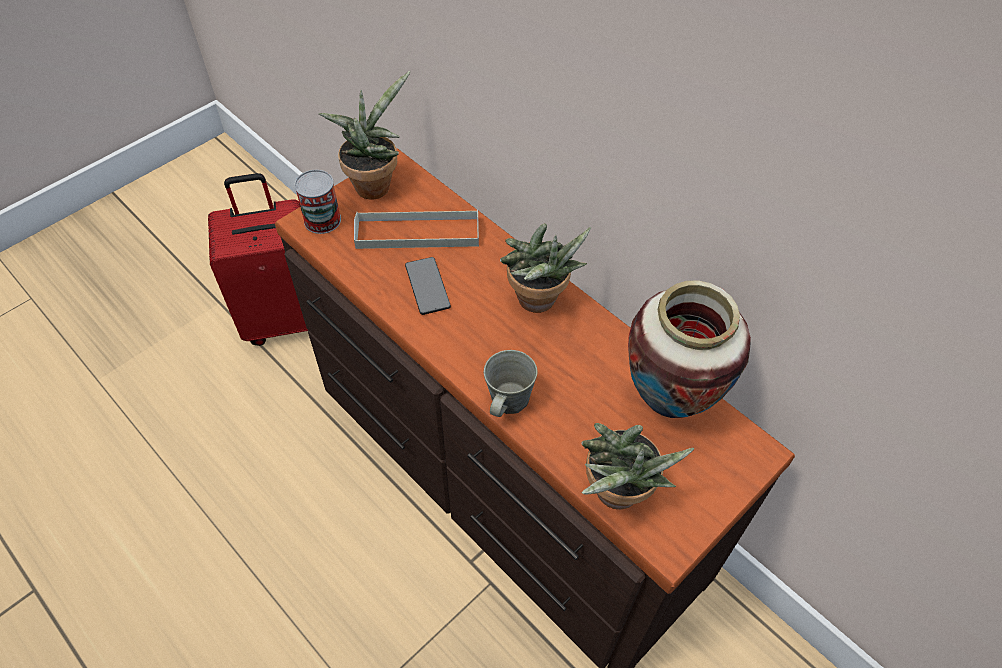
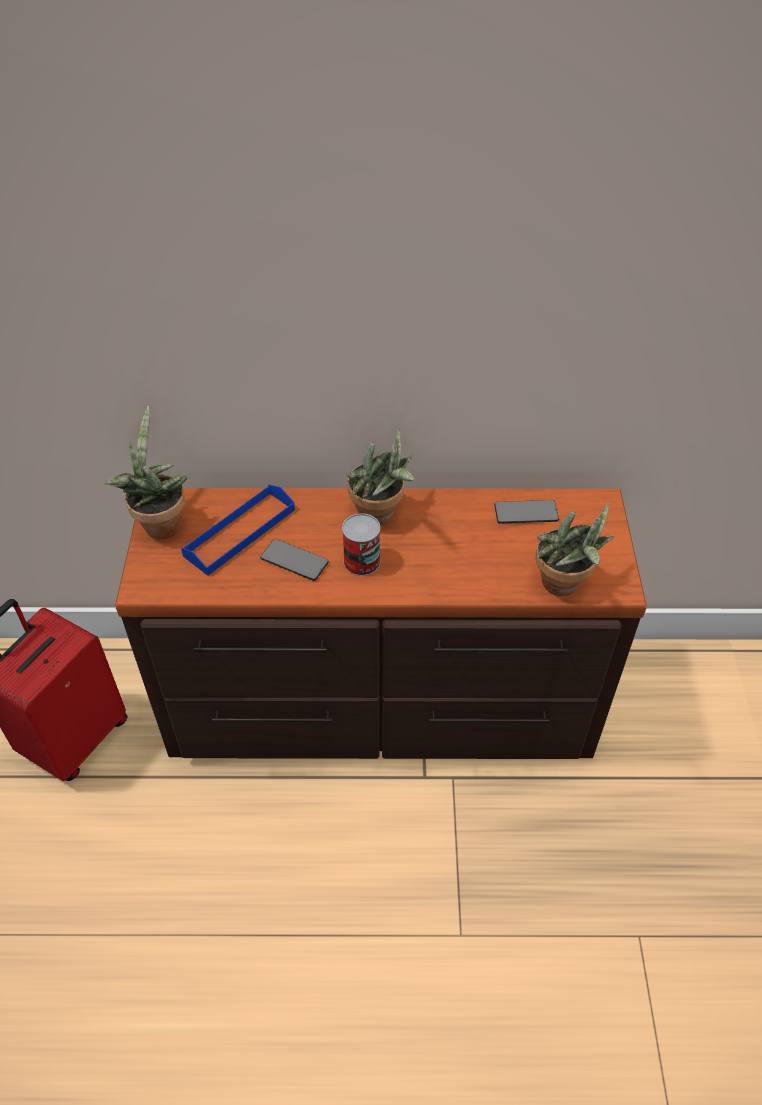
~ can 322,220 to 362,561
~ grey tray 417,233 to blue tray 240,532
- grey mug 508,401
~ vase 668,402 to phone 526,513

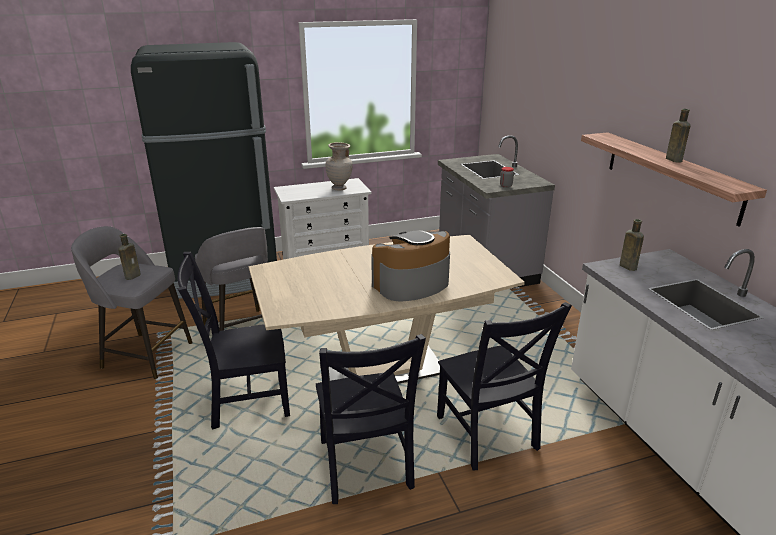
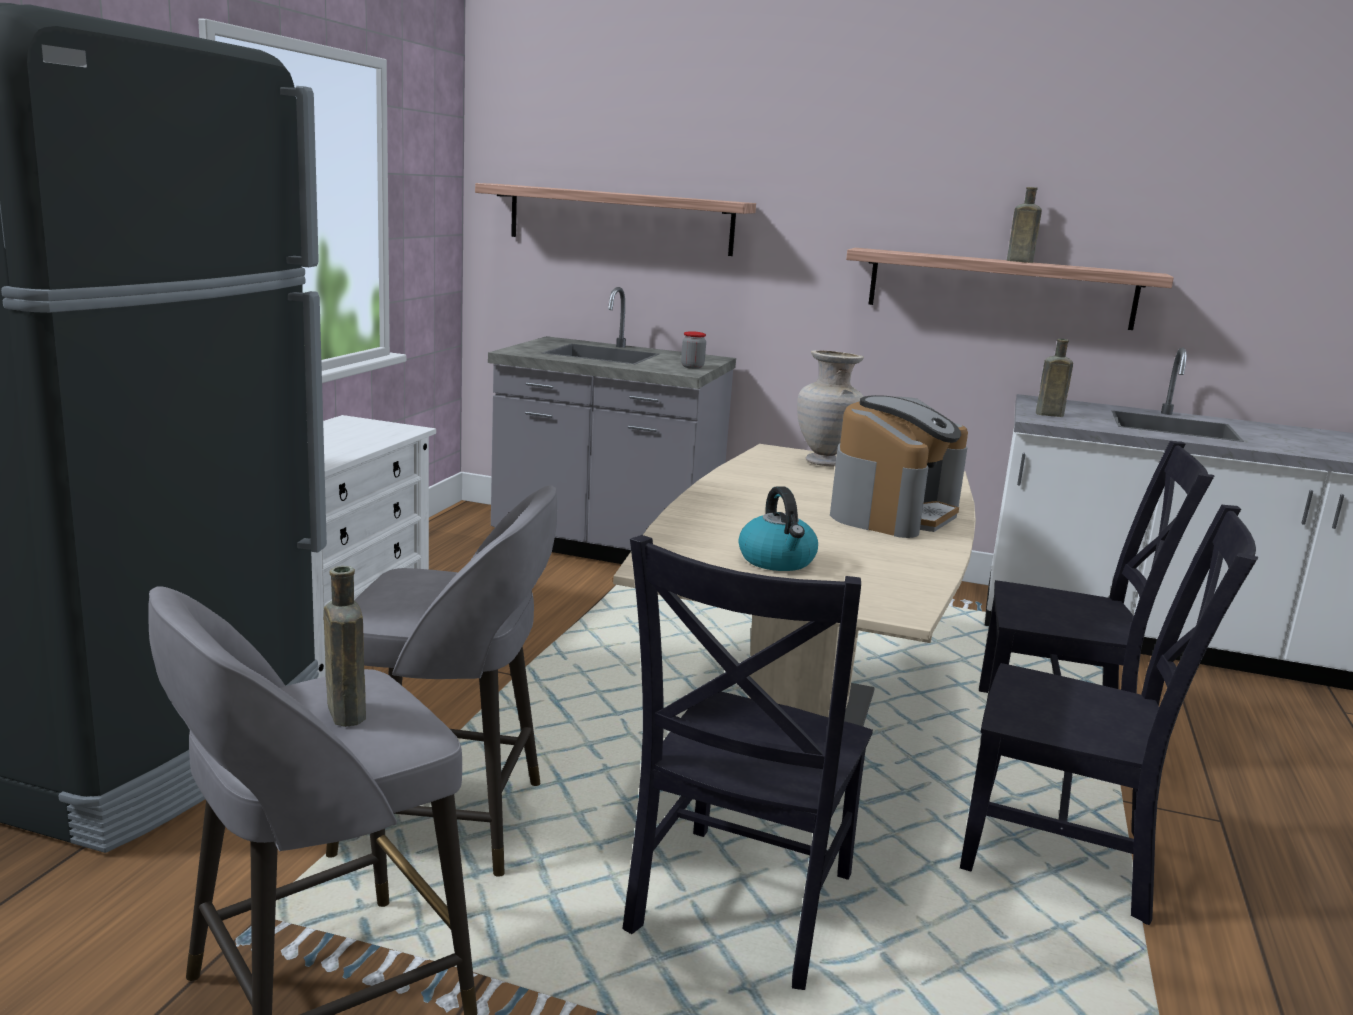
~ beige vase 339,188 to 825,463
~ coffee machine 411,284 = 893,512 150 degrees counterclockwise
+ shelf 620,219
+ kettle 777,561

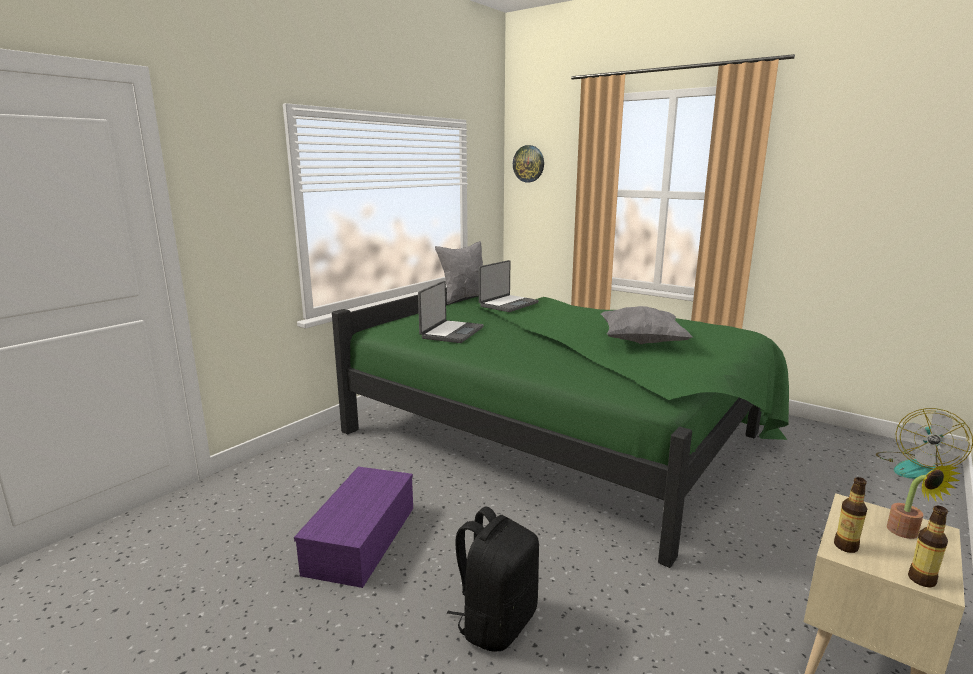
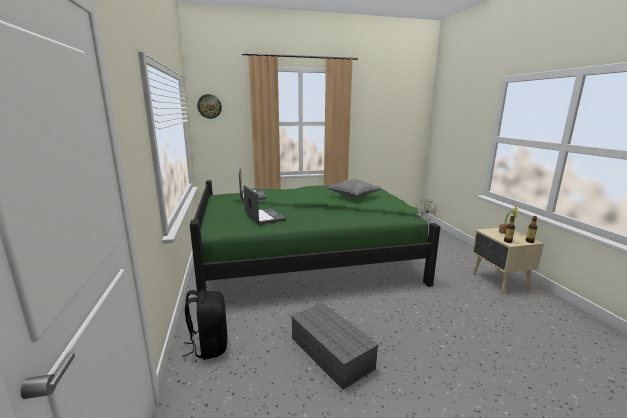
~ purple storage box 362,540 to grey storage box 332,353
- grey pillow 464,298
~ black backpack 496,621 to 209,346

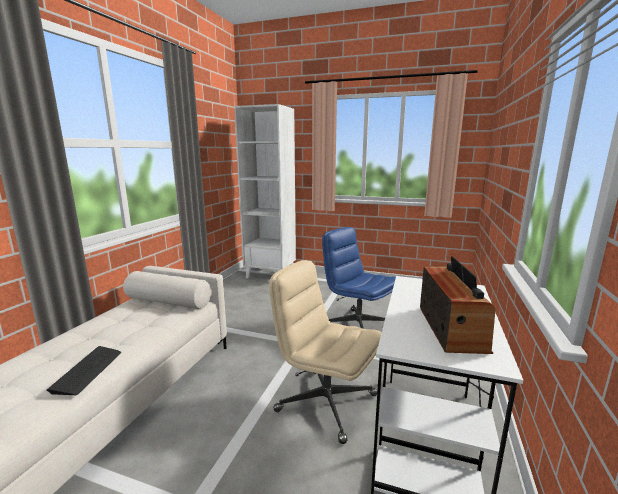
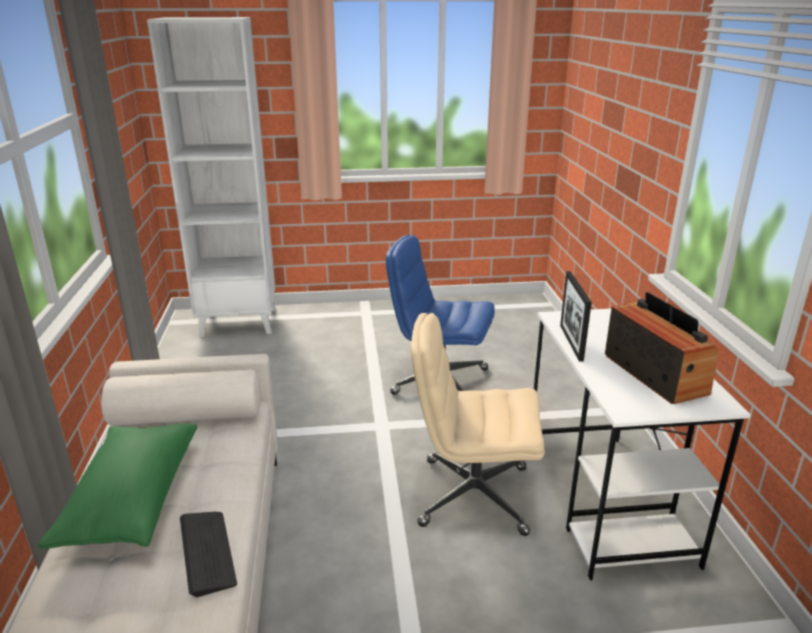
+ green pillow 132,500
+ picture frame 571,342

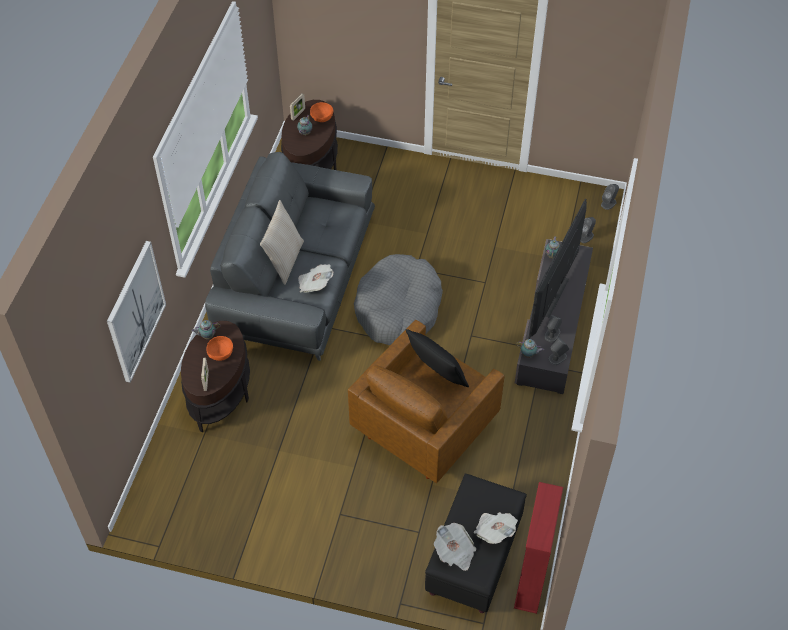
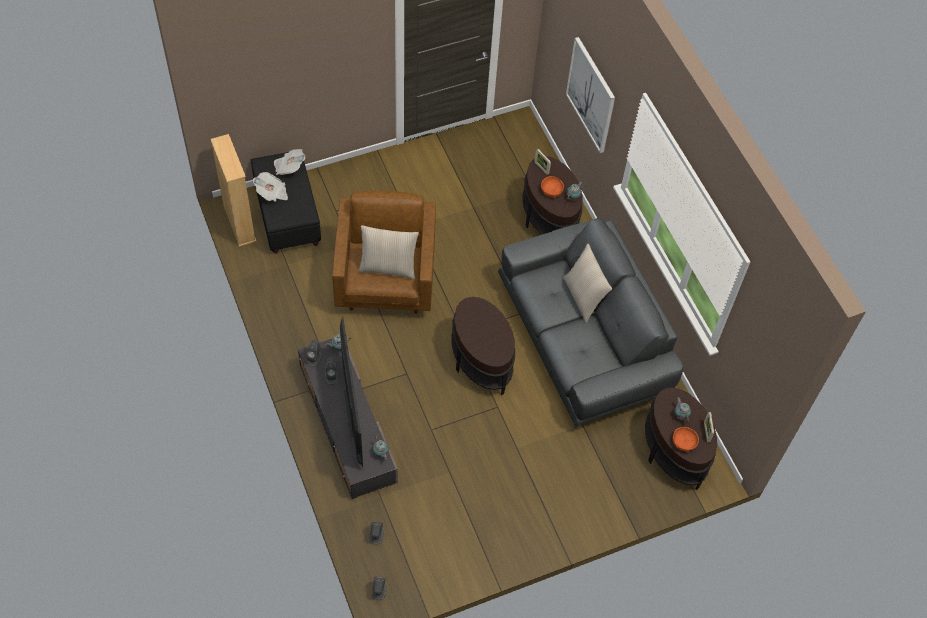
- newspaper 315,284
~ grey dog bed 398,309 to brown side table 481,361
~ black pillow 436,375 to beige pillow 388,267
~ red bookcase 531,580 to beige bookcase 239,223

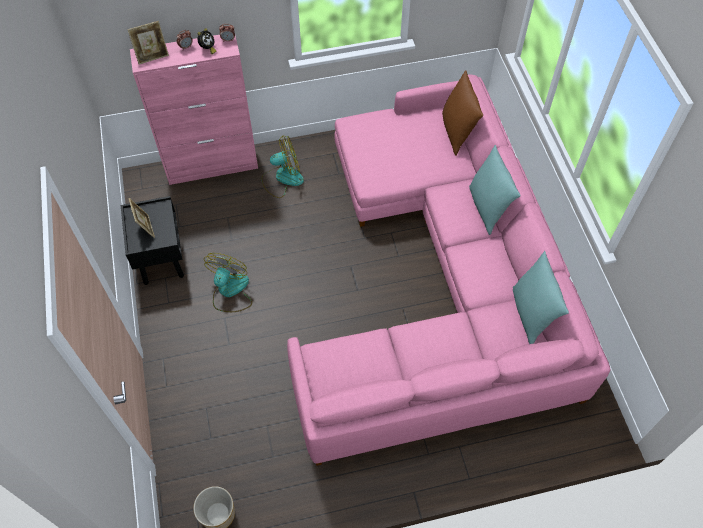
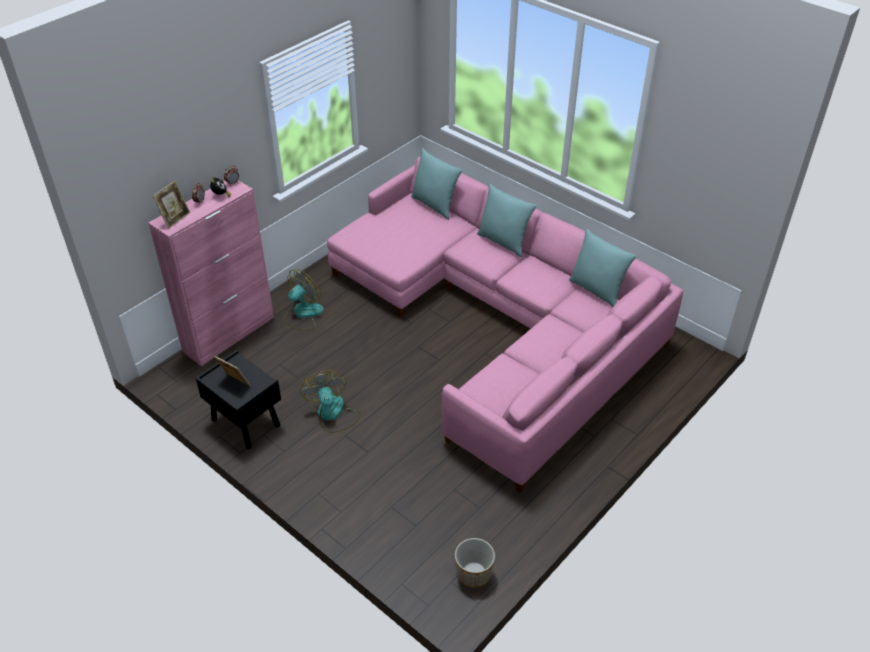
~ brown pillow 457,132 to turquoise pillow 435,205

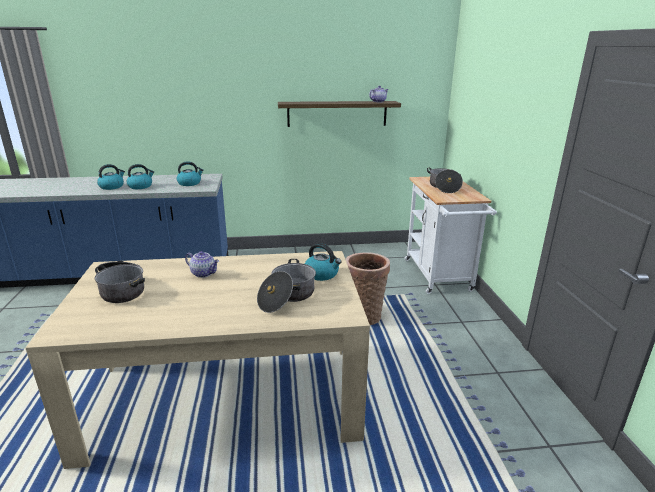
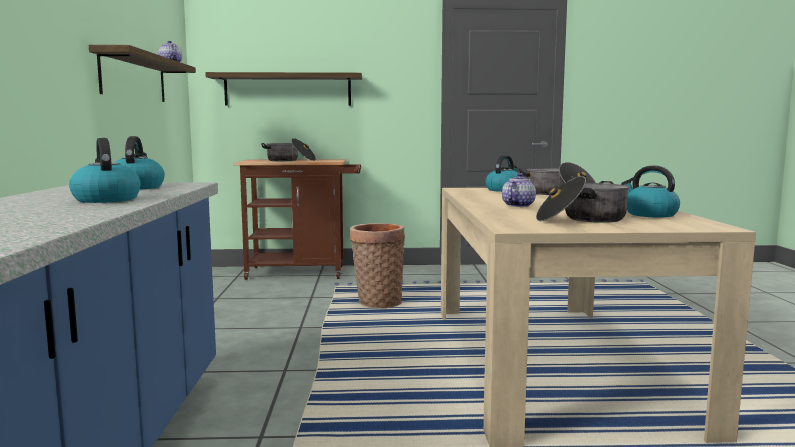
~ kettle 112,186 to 649,214
~ white cart 439,277 to brown cart 303,272
+ shelf 288,90

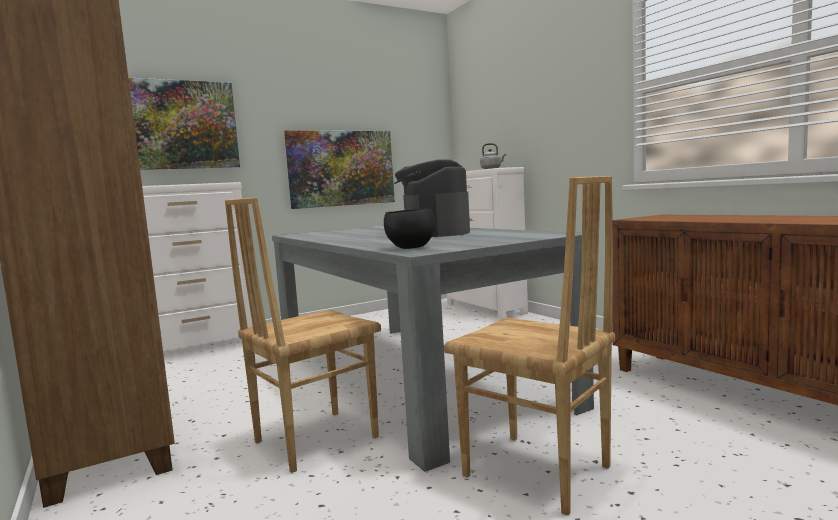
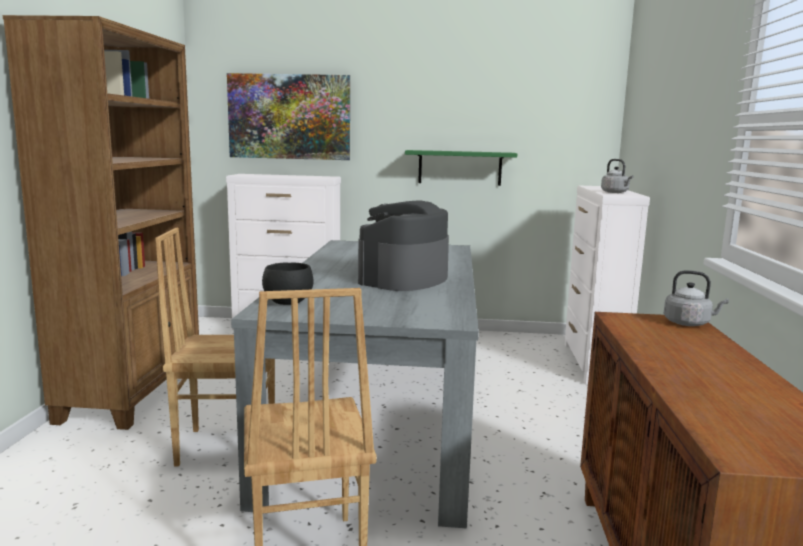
~ picture 341,168 to green shelf 460,167
+ grey kettle 689,323

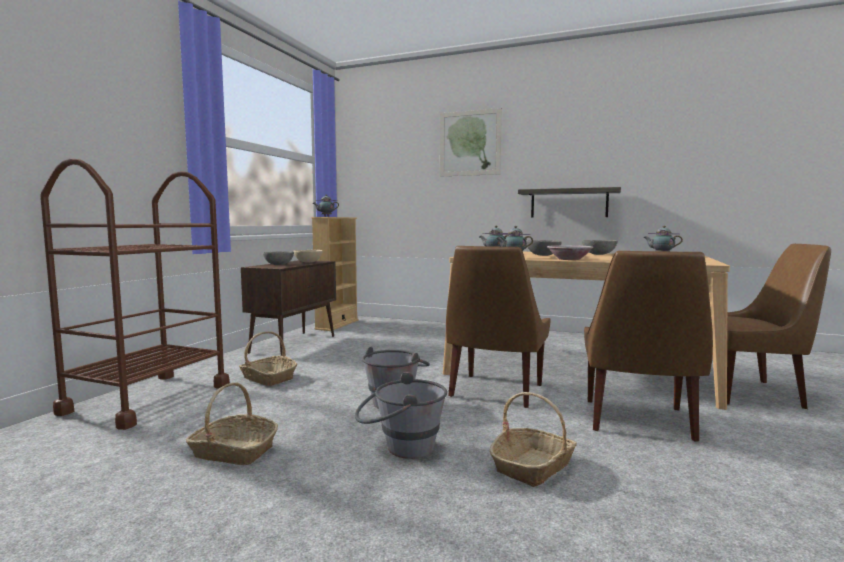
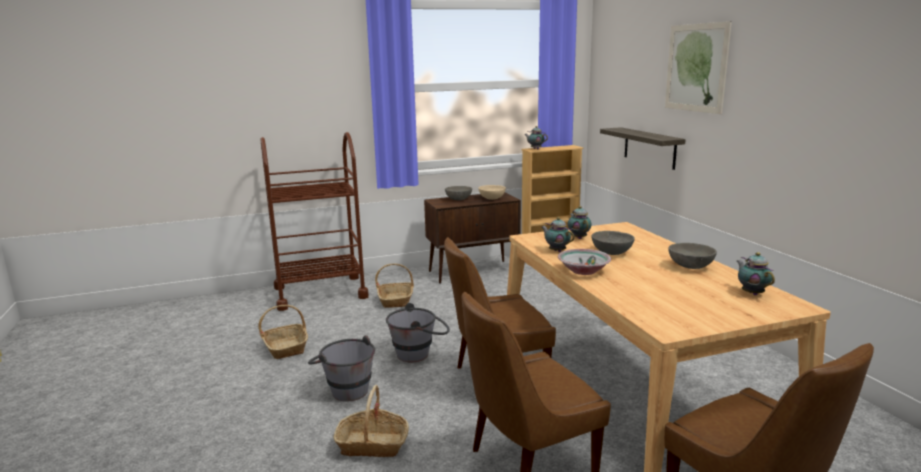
~ shelf 569,203 to 649,147

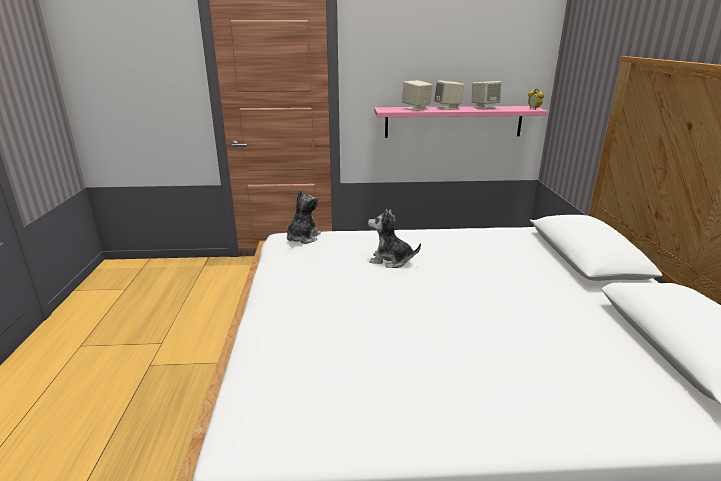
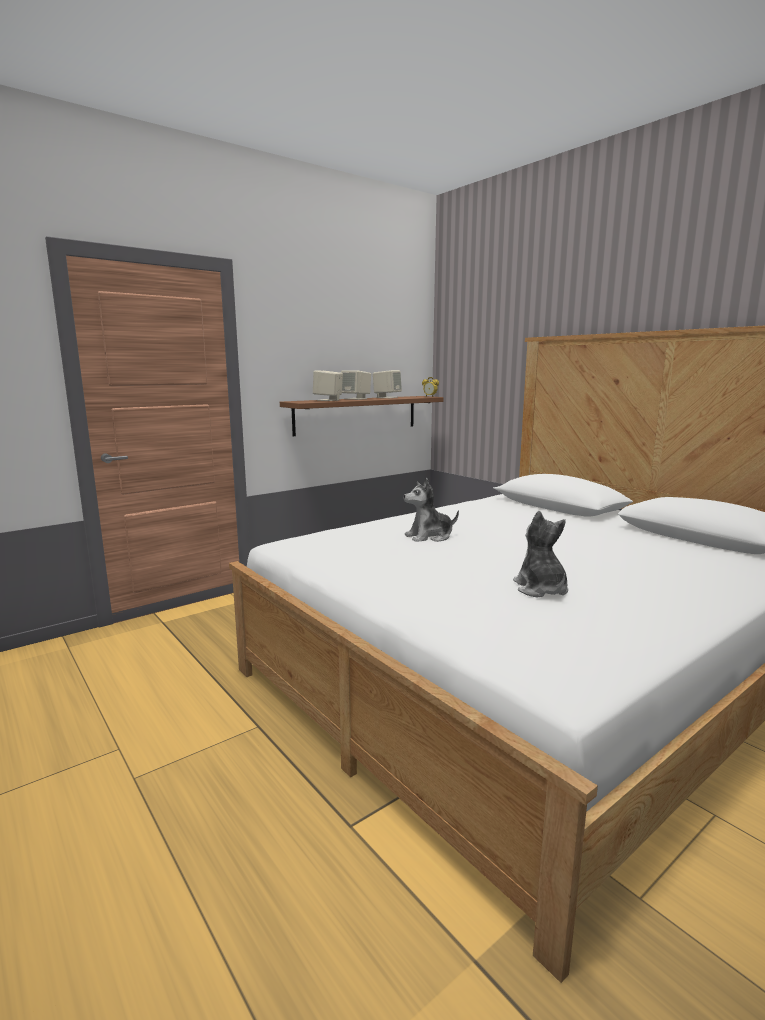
~ plush toy 302,238 to 540,589
~ pink shelf 453,121 to brown shelf 357,414

